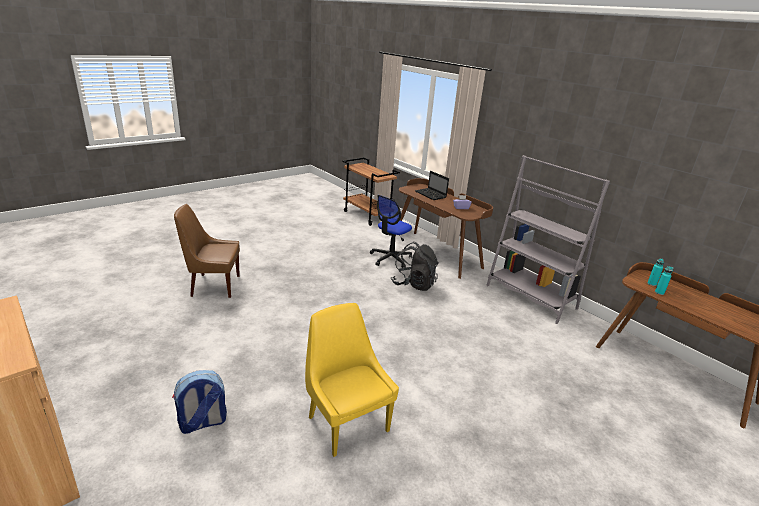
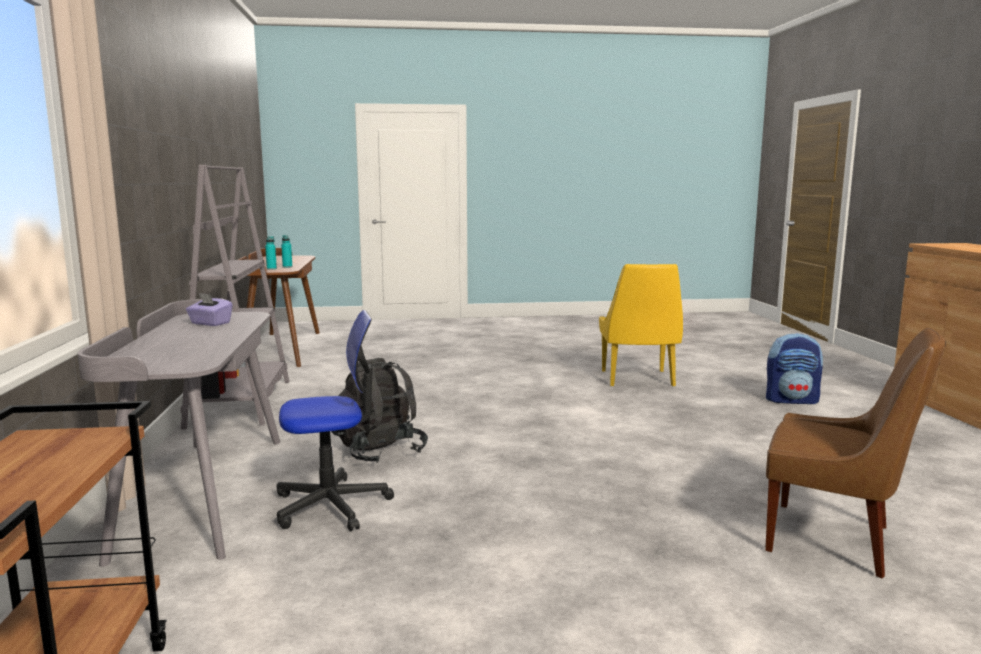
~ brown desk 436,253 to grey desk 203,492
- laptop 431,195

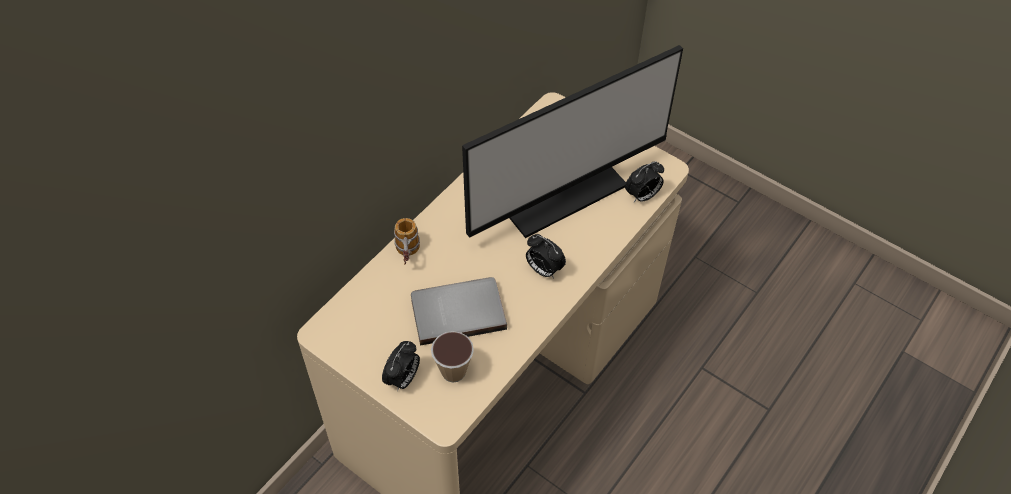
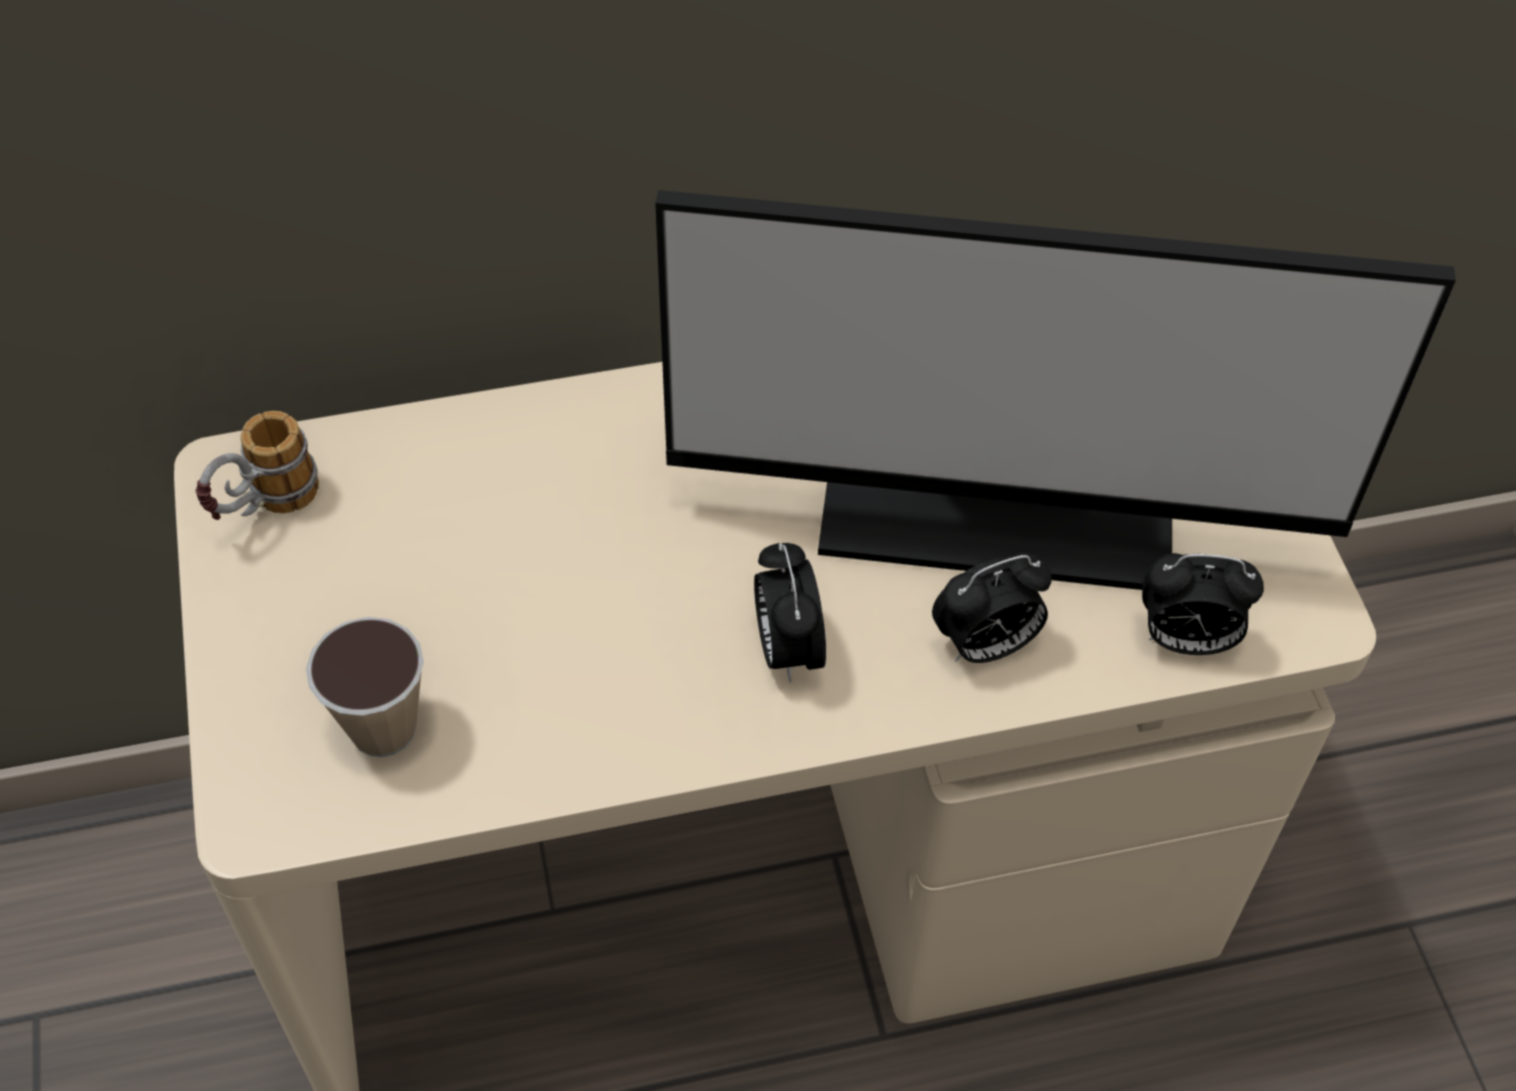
~ alarm clock 403,379 to 985,645
~ mug 408,255 to 265,509
- grey book 457,310

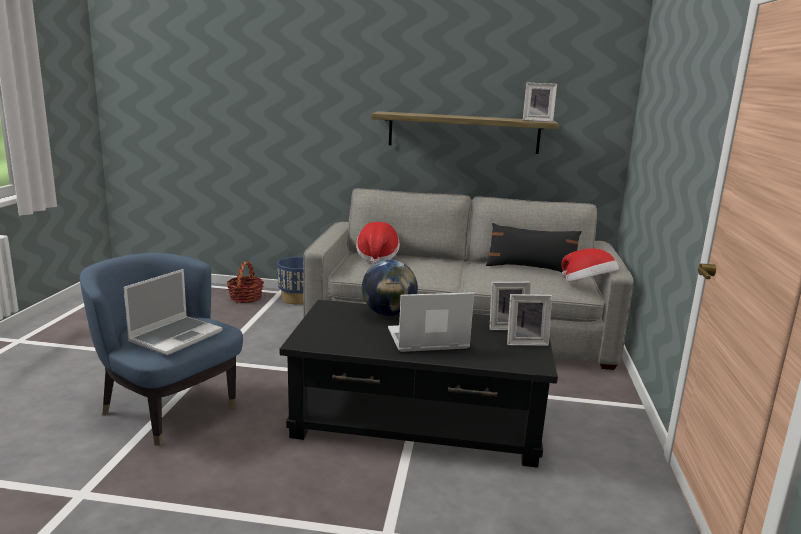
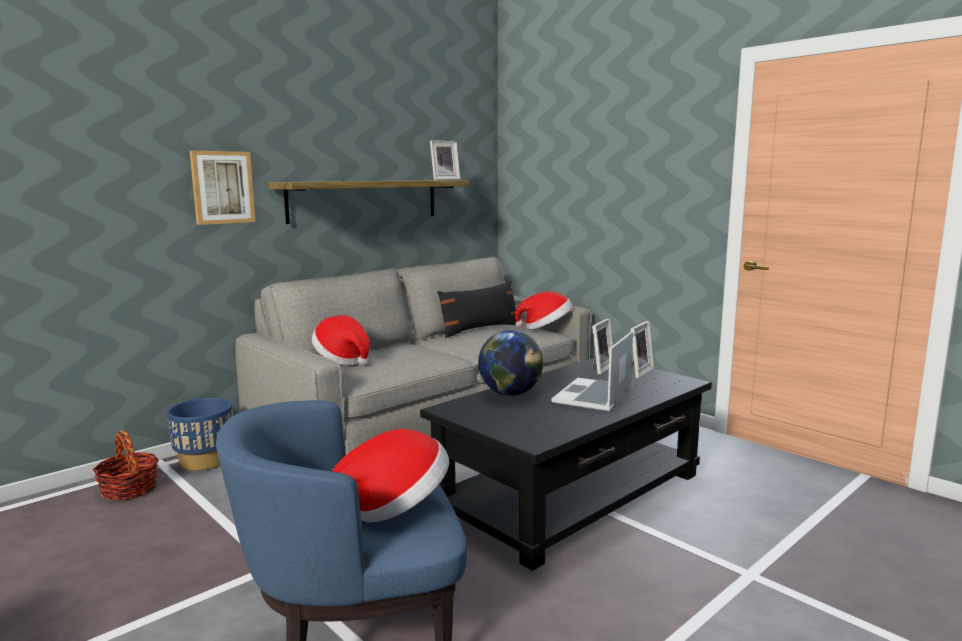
~ laptop 176,336 to hat 395,507
+ picture 222,187

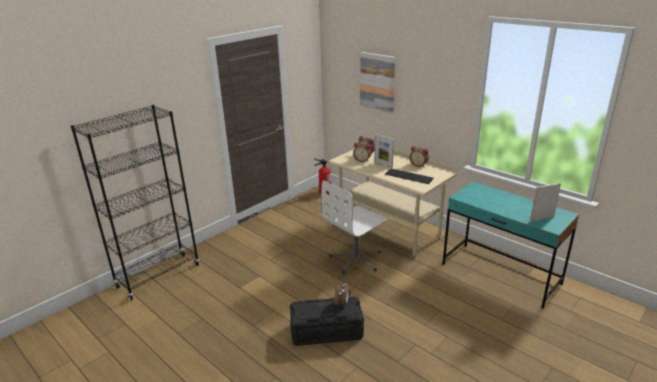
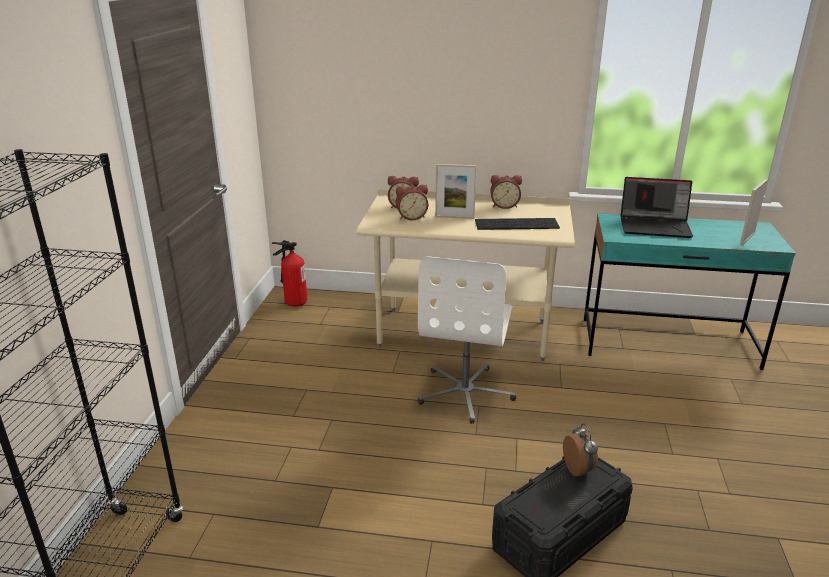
- picture 377,82
+ laptop 655,226

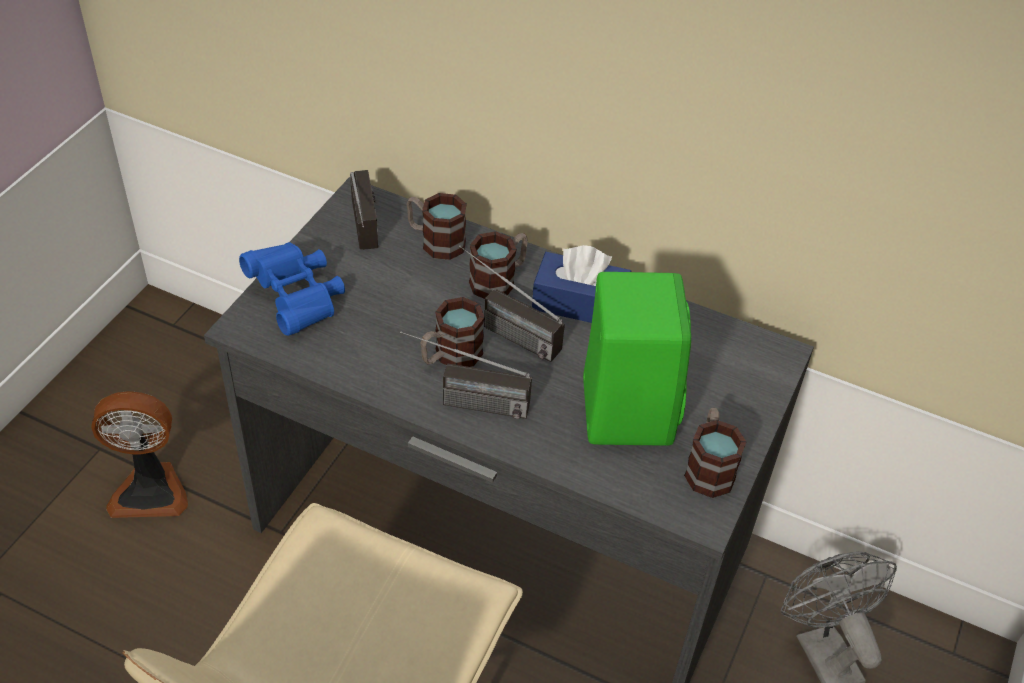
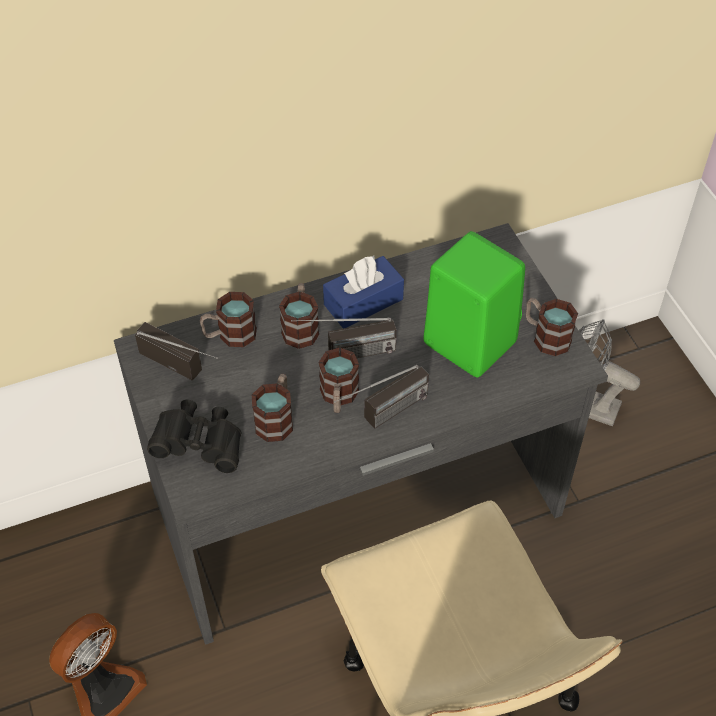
~ blue binoculars 297,299 to black binoculars 200,445
+ mug 276,418

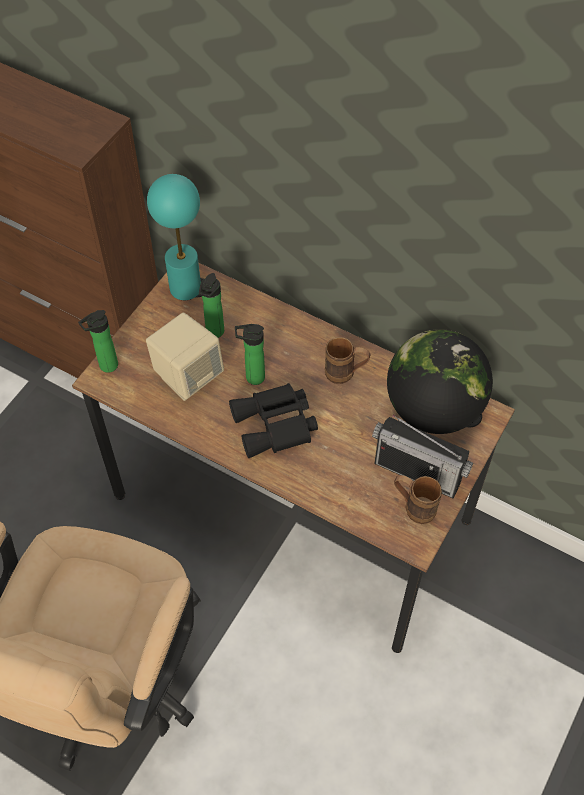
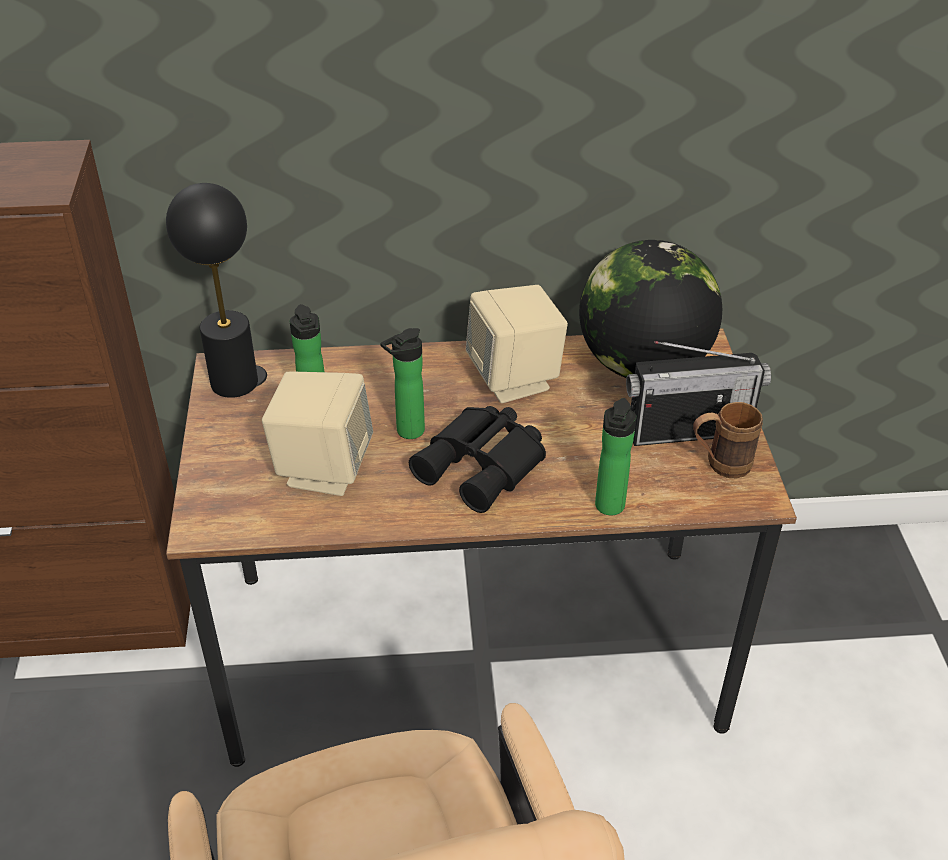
~ bottle 106,366 to 609,508
~ turquoise table lamp 185,287 to black table lamp 233,382
~ brown mug 345,374 to beige speaker 514,379

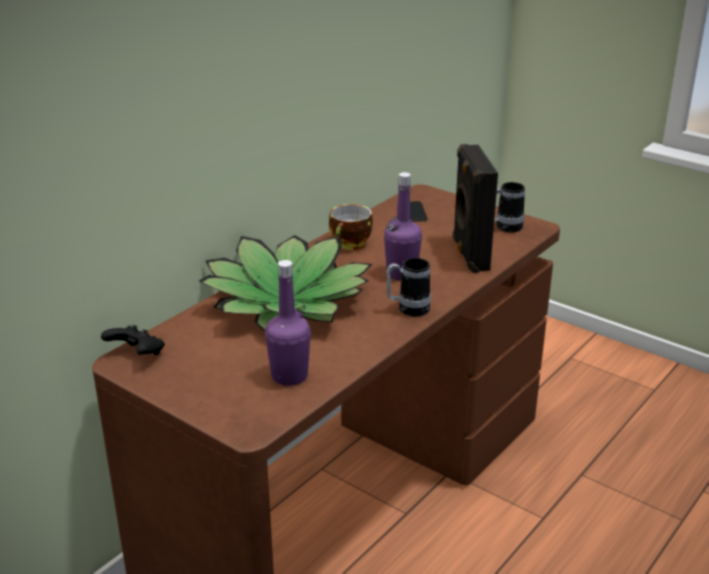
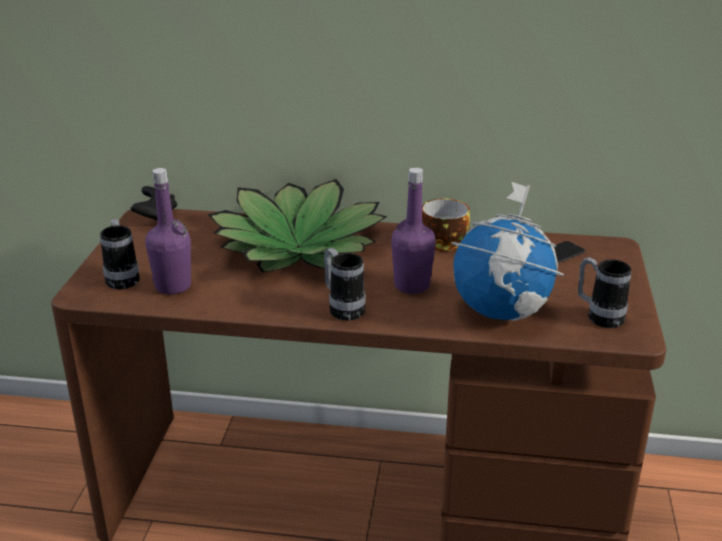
~ black speaker 469,254 to globe 502,311
+ mug 122,278

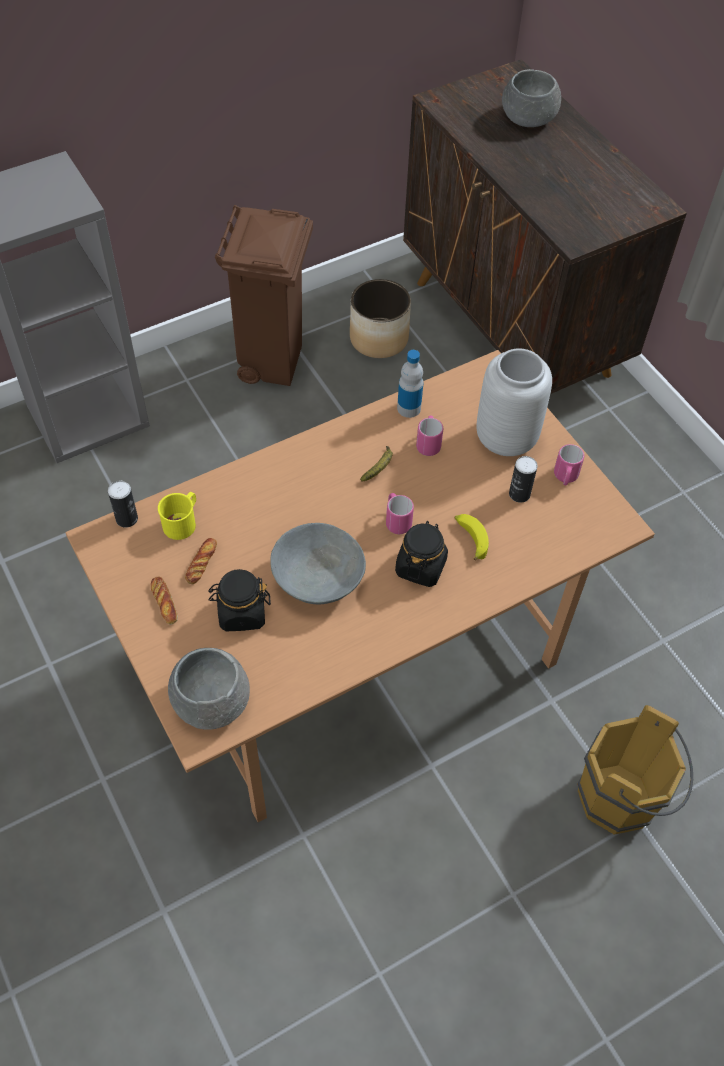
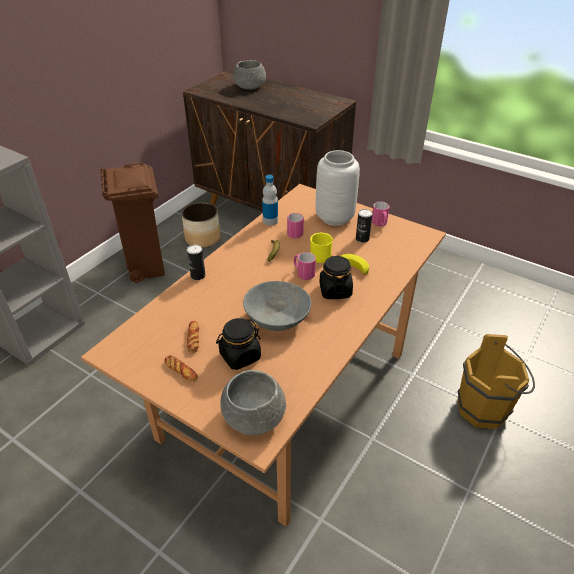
~ can 127,519 to 198,275
~ yellow mug 182,522 to 320,254

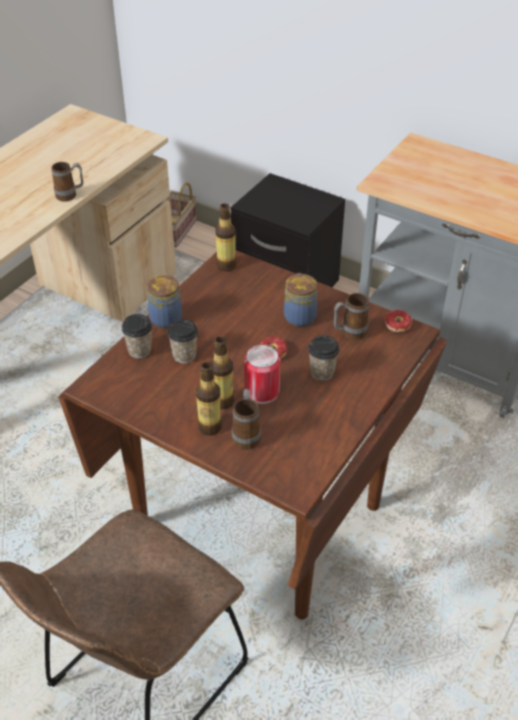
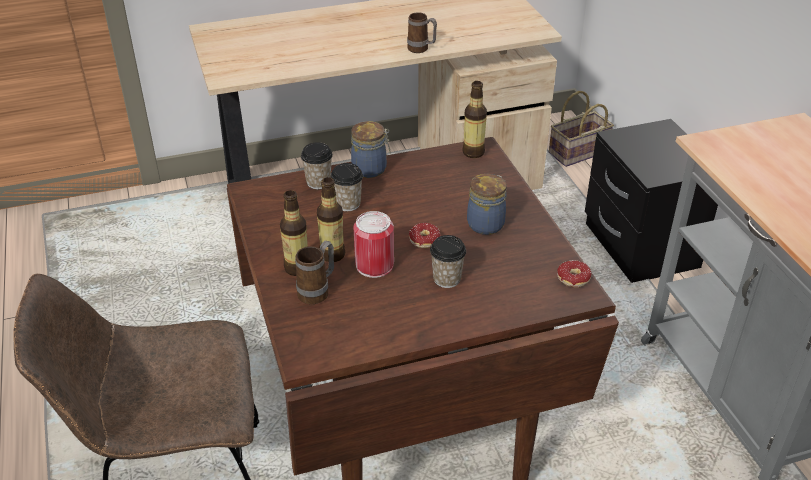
- mug 349,333

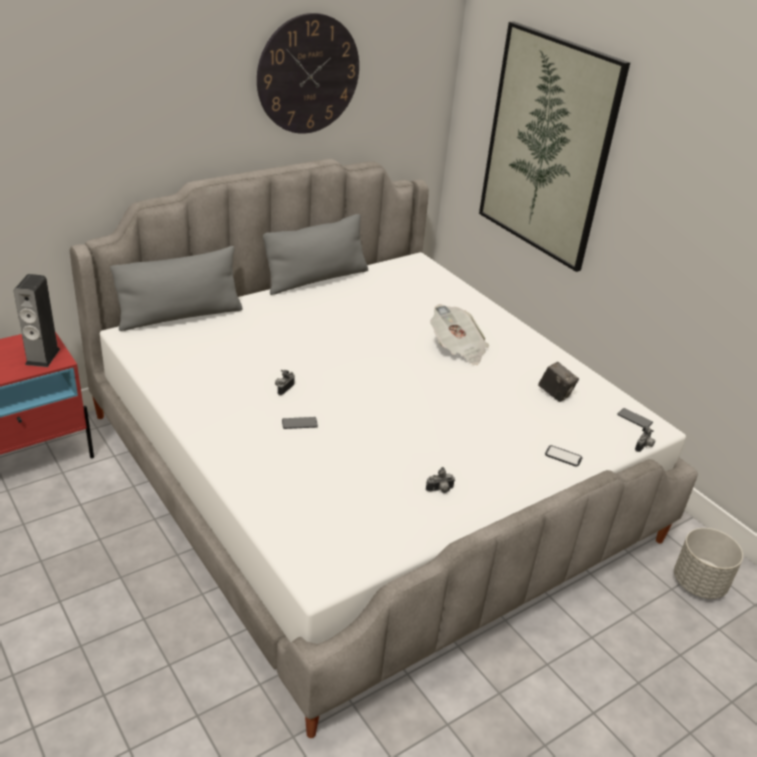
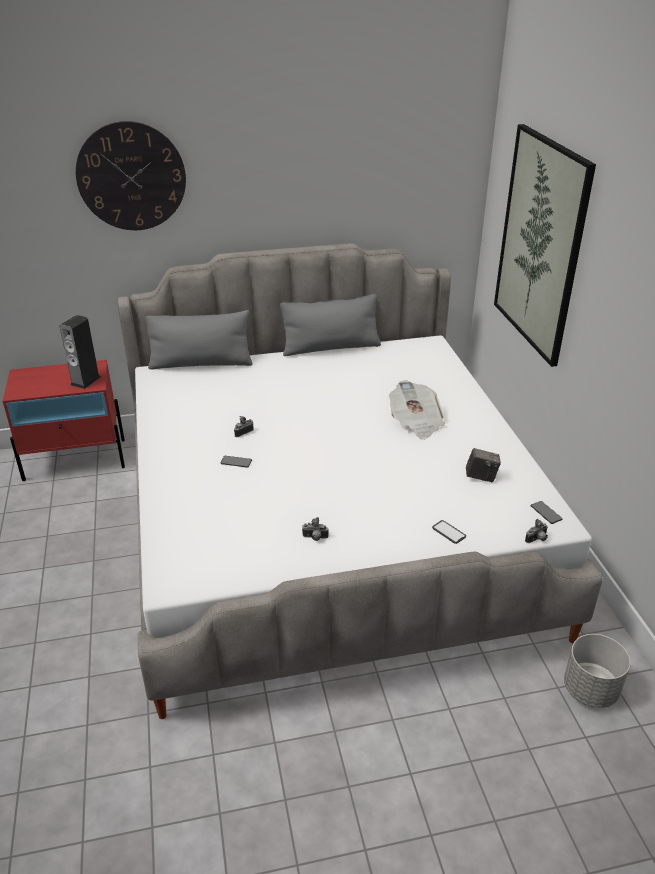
~ wall clock 308,74 to 131,177
~ photo camera 555,394 = 481,477 60 degrees counterclockwise

